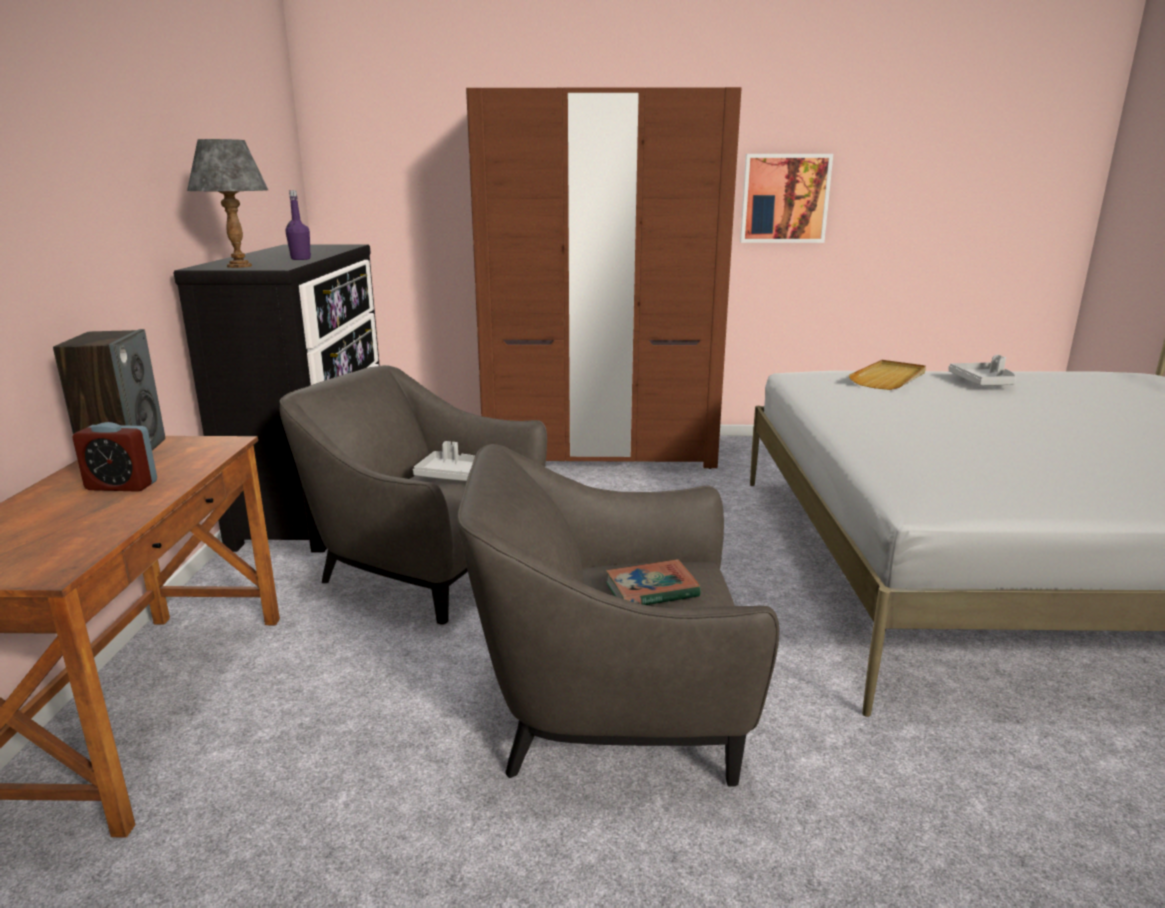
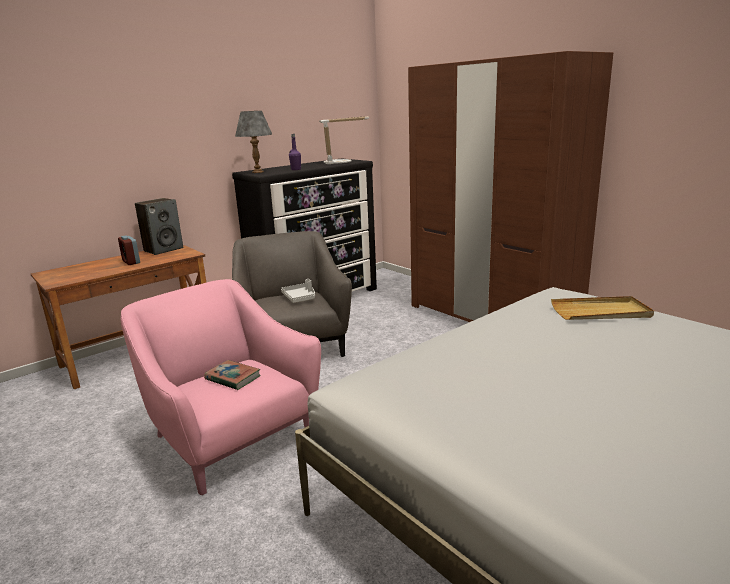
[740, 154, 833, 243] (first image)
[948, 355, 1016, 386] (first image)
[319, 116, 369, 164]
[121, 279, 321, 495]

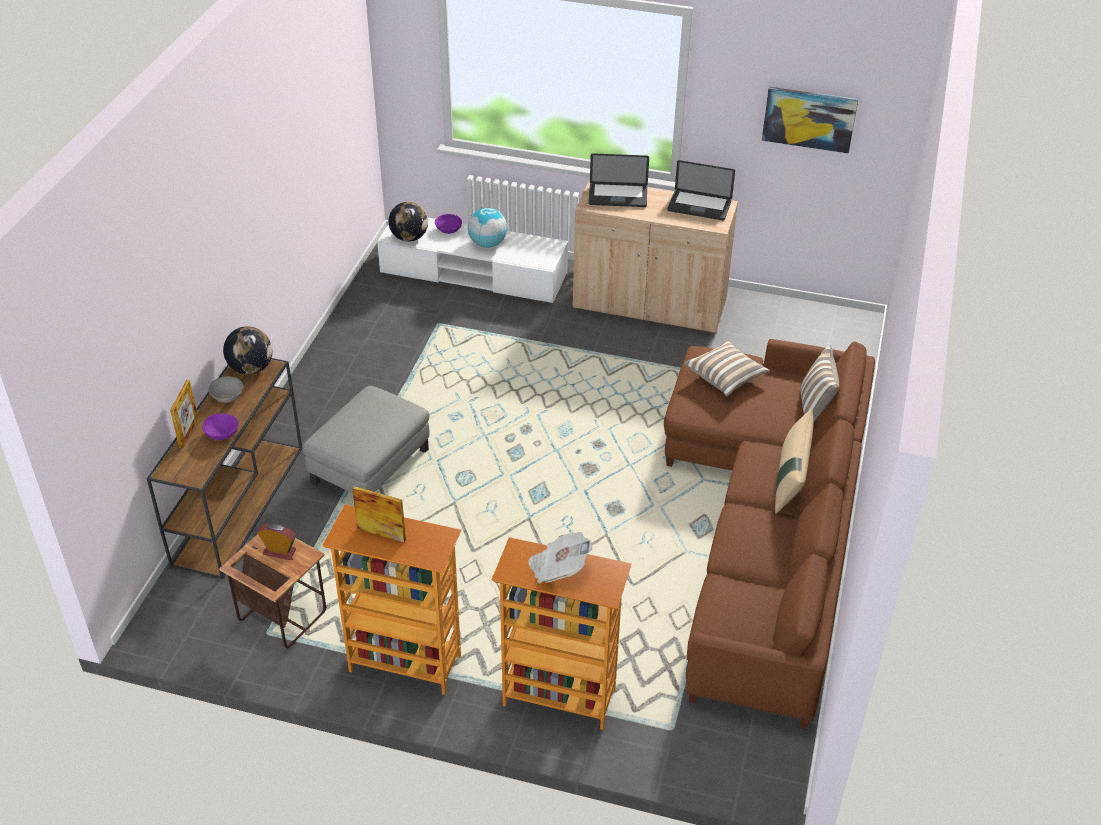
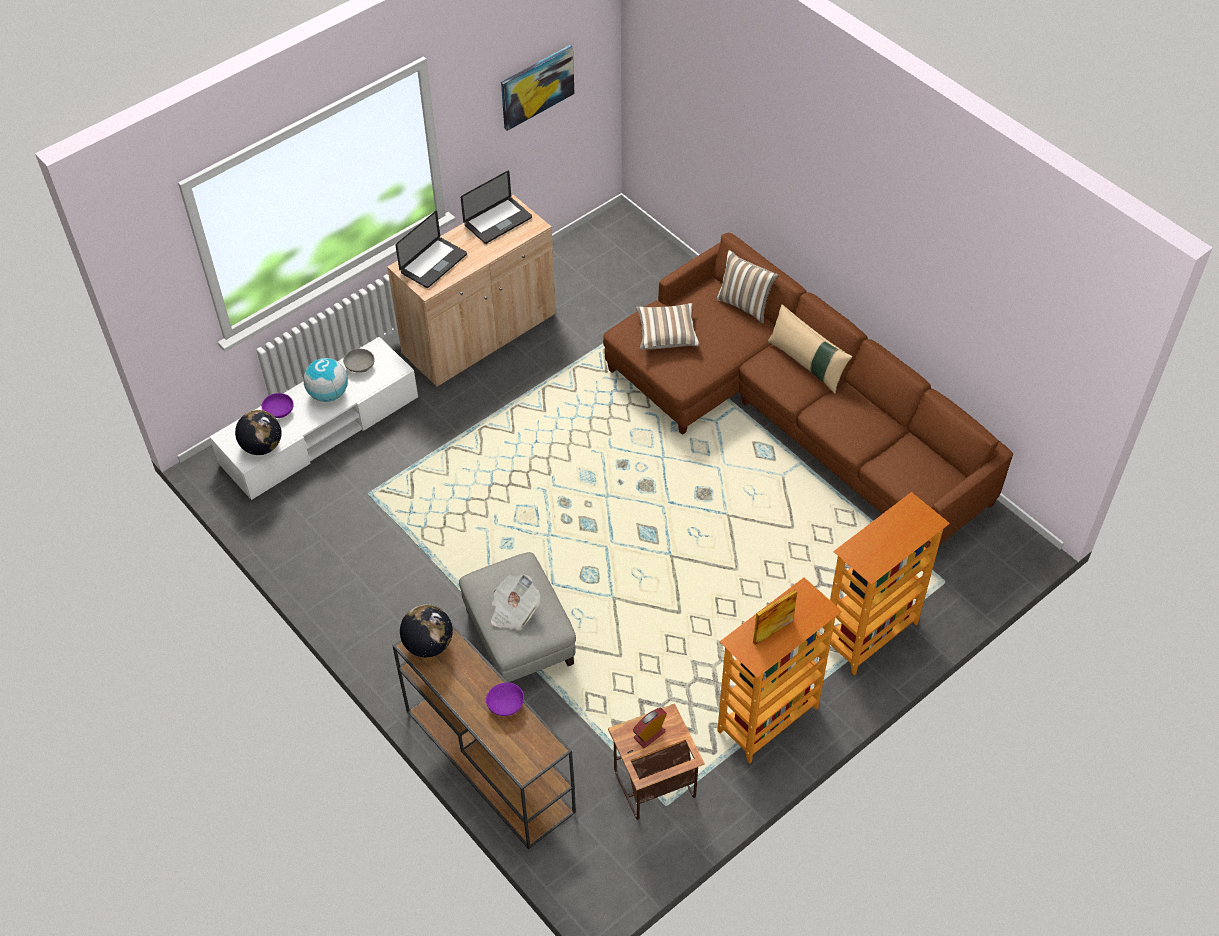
[170, 380, 198, 449] (first image)
[343, 349, 375, 373]
[491, 574, 540, 630]

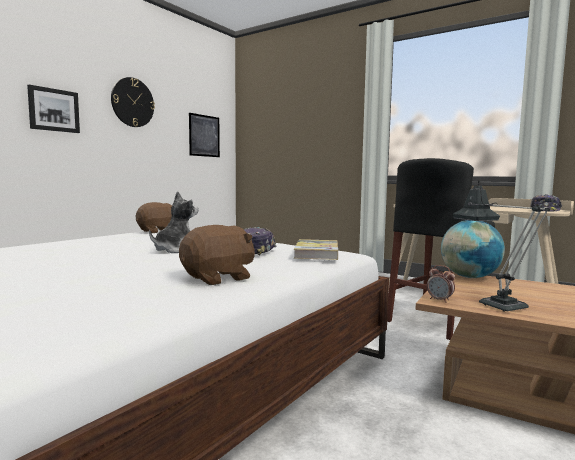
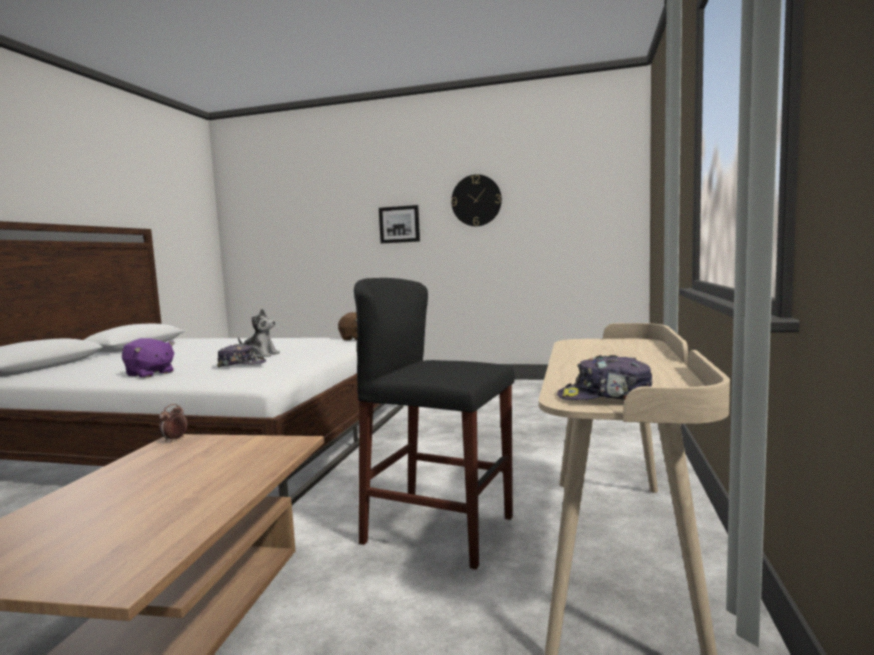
[189, 113, 220, 157] (first image)
[294, 239, 338, 260] (first image)
[441, 220, 505, 278] (first image)
[453, 181, 550, 312] (first image)
[122, 338, 175, 378]

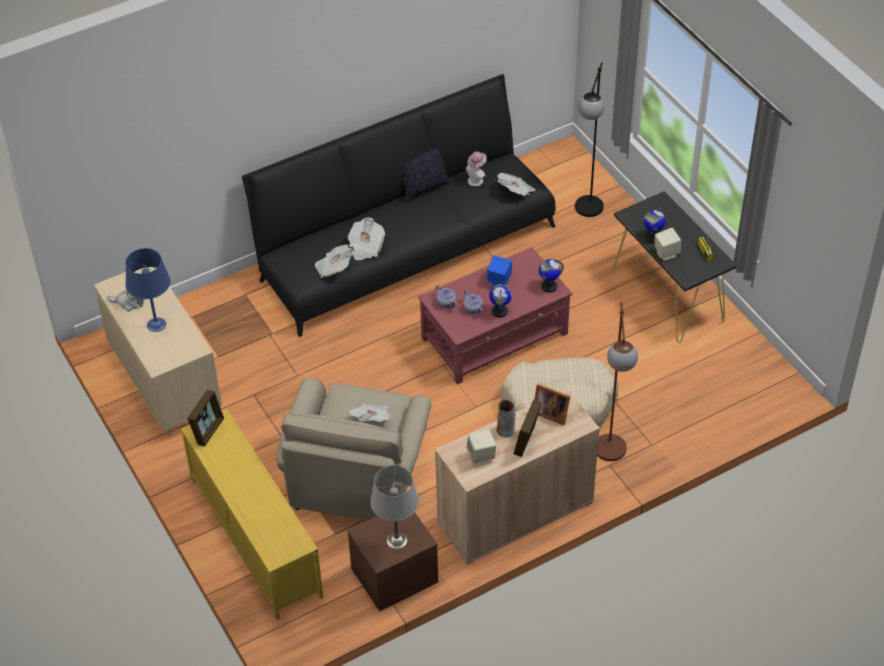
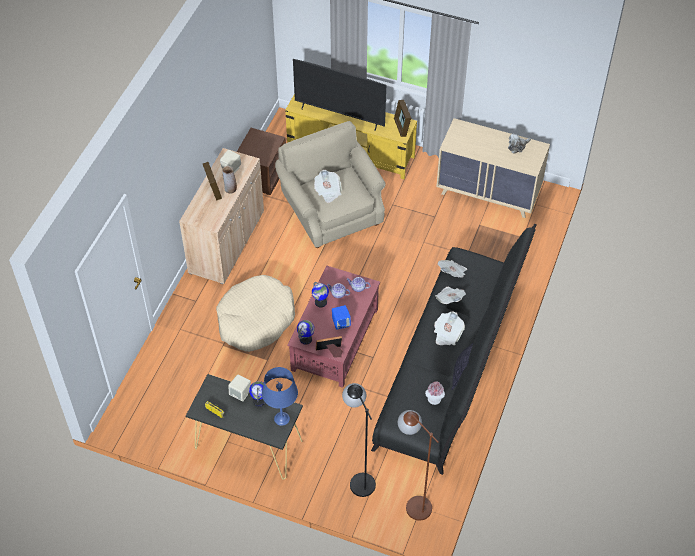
[370, 465, 419, 549] (first image)
[293, 59, 386, 131]
[262, 367, 298, 426]
[434, 312, 465, 345]
[316, 336, 342, 357]
[398, 410, 438, 521]

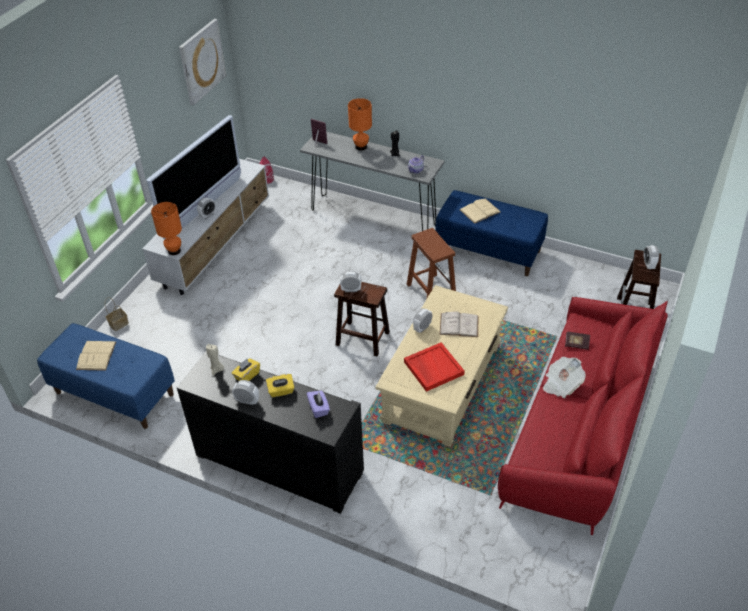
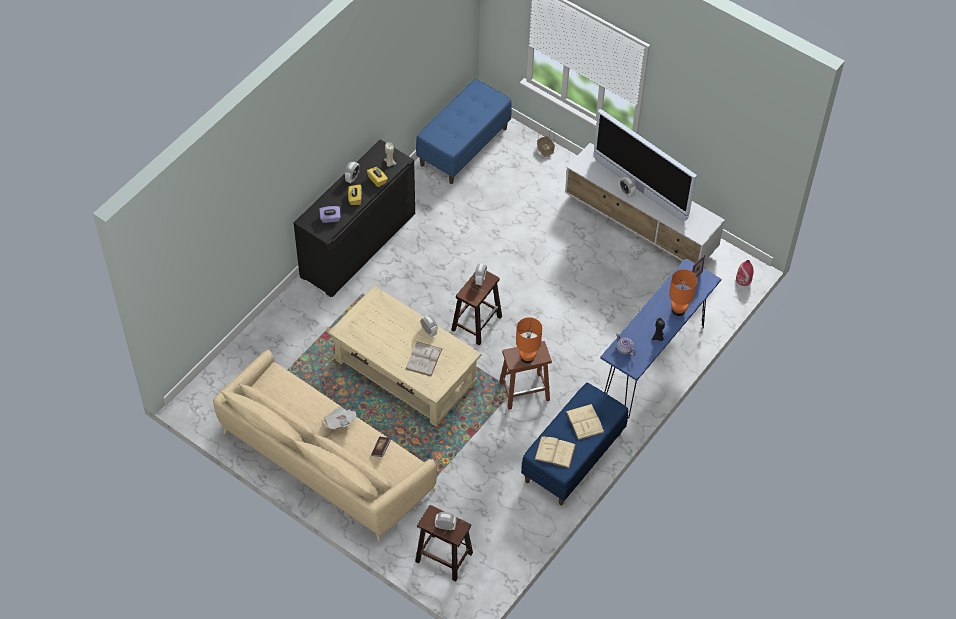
[179, 19, 226, 106] (first image)
[404, 342, 465, 392] (first image)
[534, 436, 576, 468]
[516, 317, 542, 363]
[600, 258, 721, 419]
[213, 349, 437, 542]

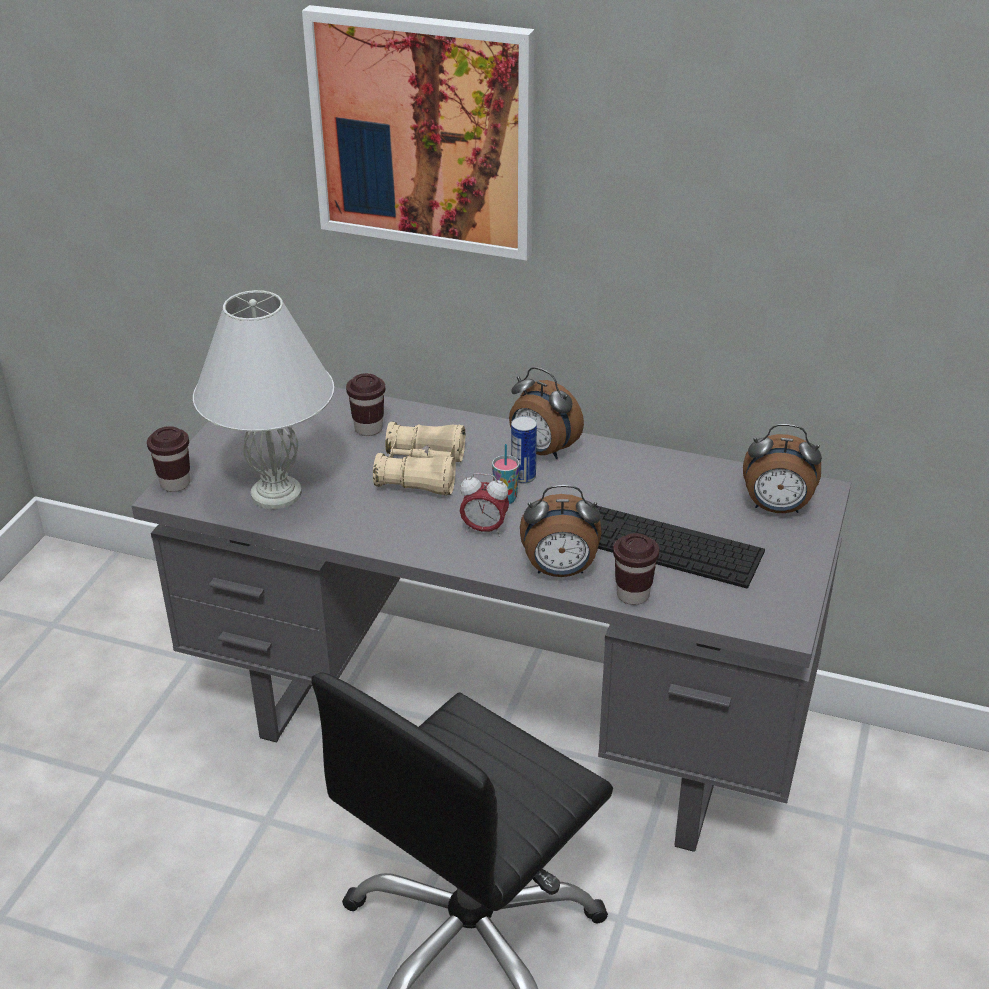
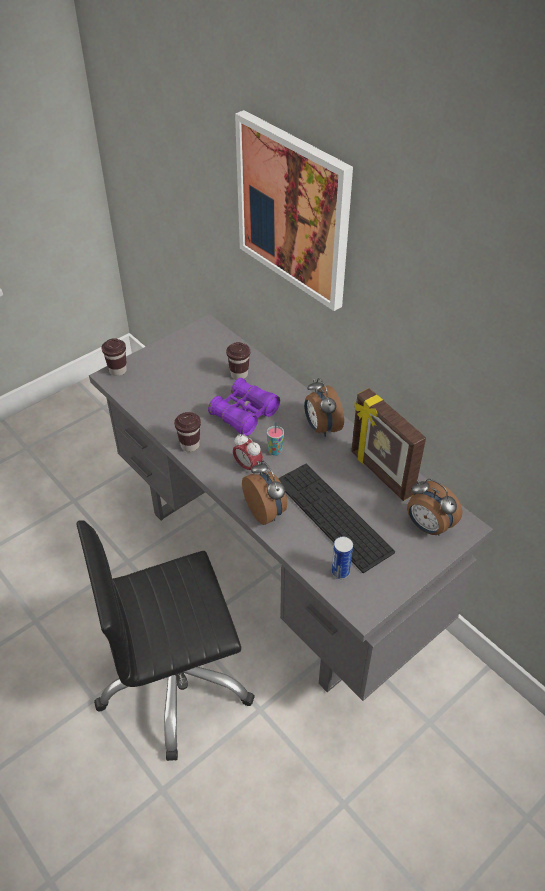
[193, 290, 334, 509] (first image)
[351, 388, 426, 501]
[331, 537, 353, 579]
[174, 412, 201, 452]
[208, 378, 280, 436]
[242, 461, 287, 525]

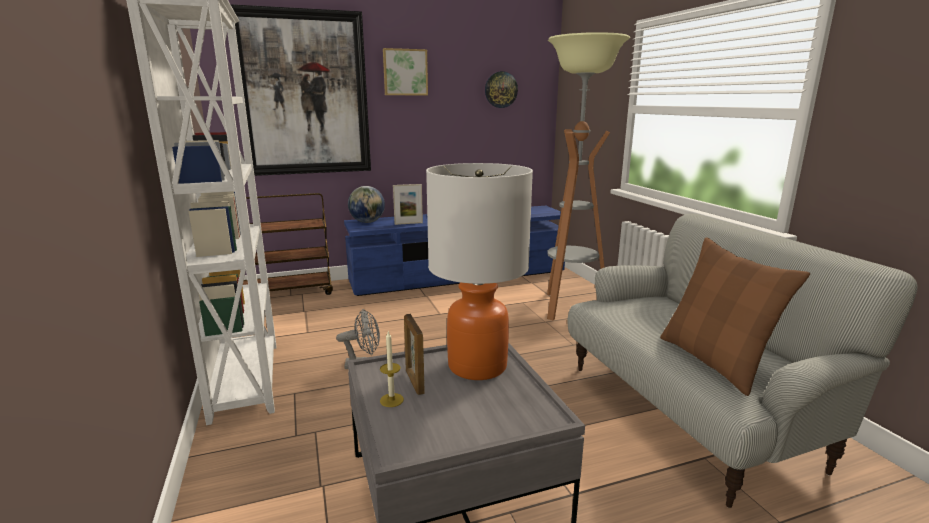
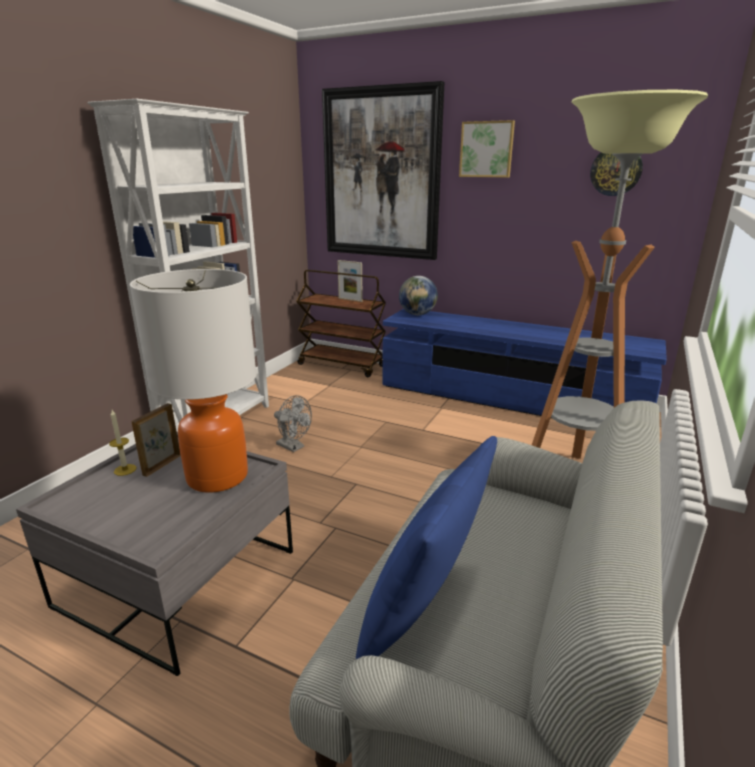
[337, 260, 363, 302]
[356, 436, 497, 659]

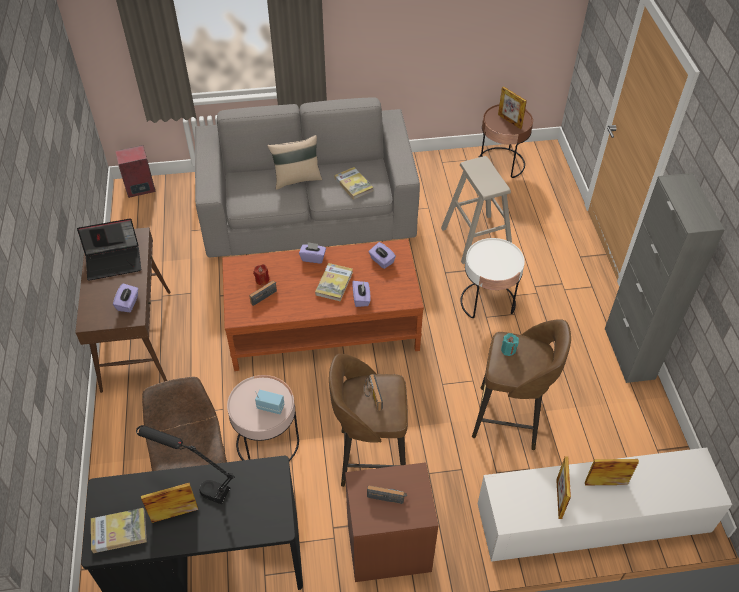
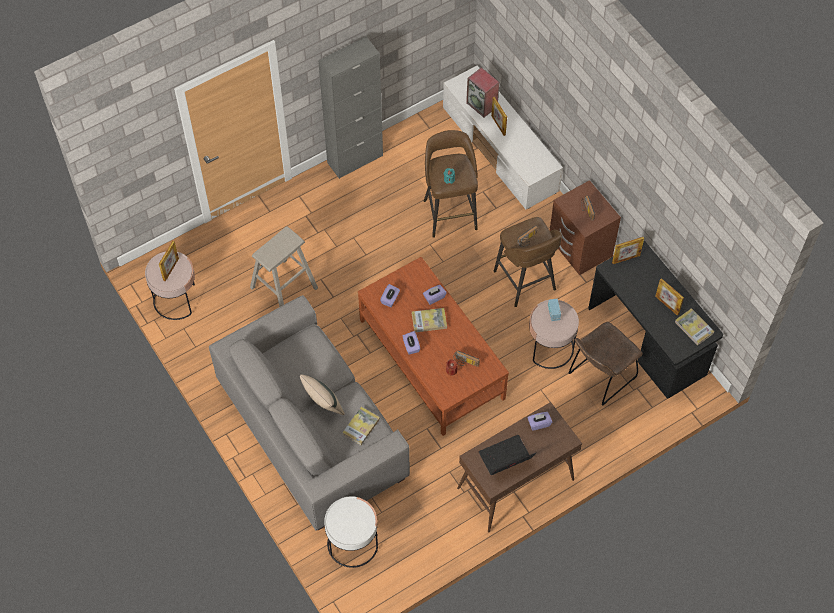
[136, 425, 235, 504] (first image)
[466, 68, 499, 117]
[342, 407, 380, 445]
[324, 496, 378, 568]
[612, 237, 644, 264]
[145, 251, 195, 320]
[479, 435, 536, 475]

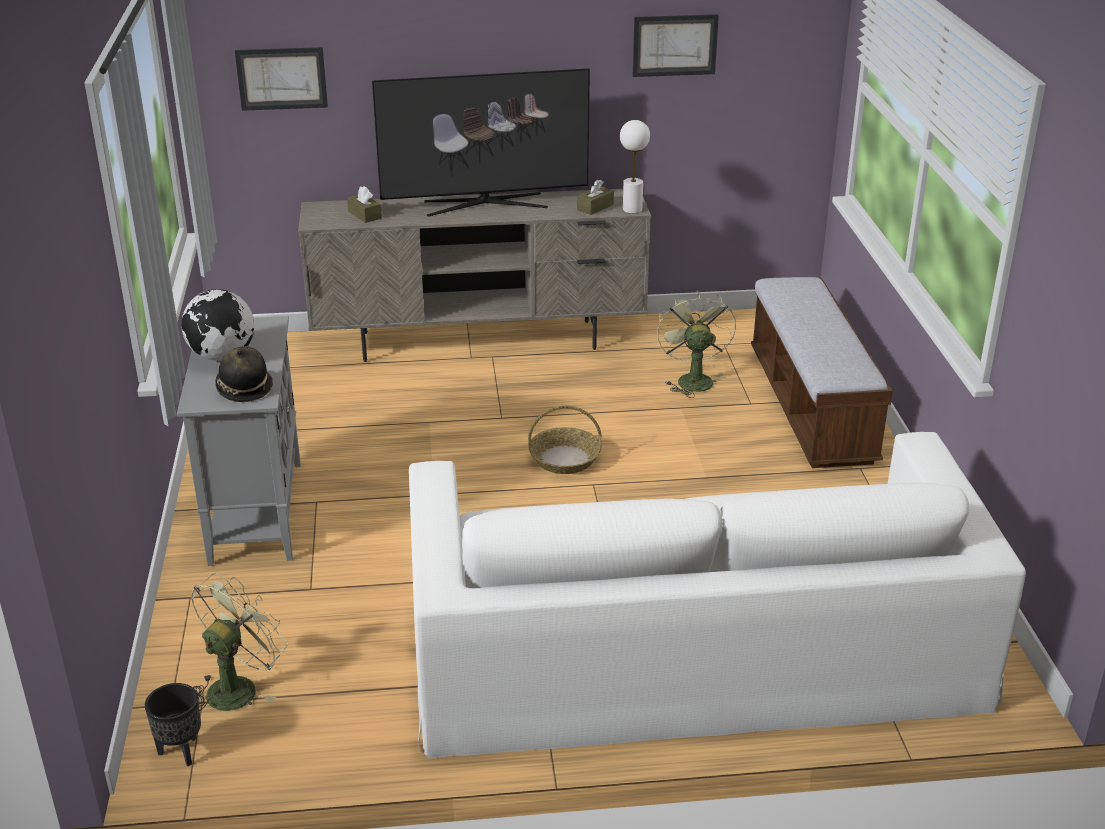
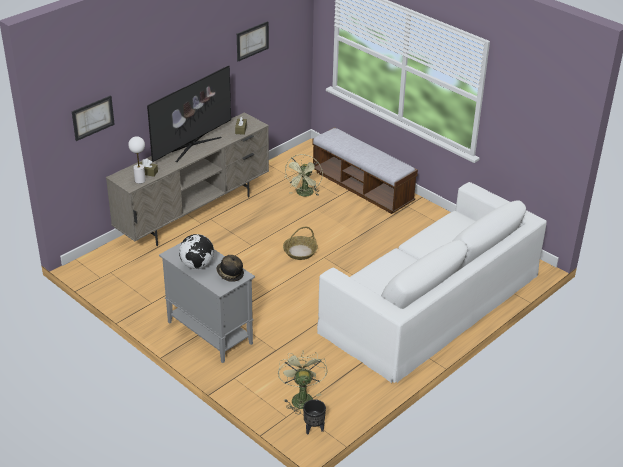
[128, 136, 146, 184]
[285, 154, 323, 197]

